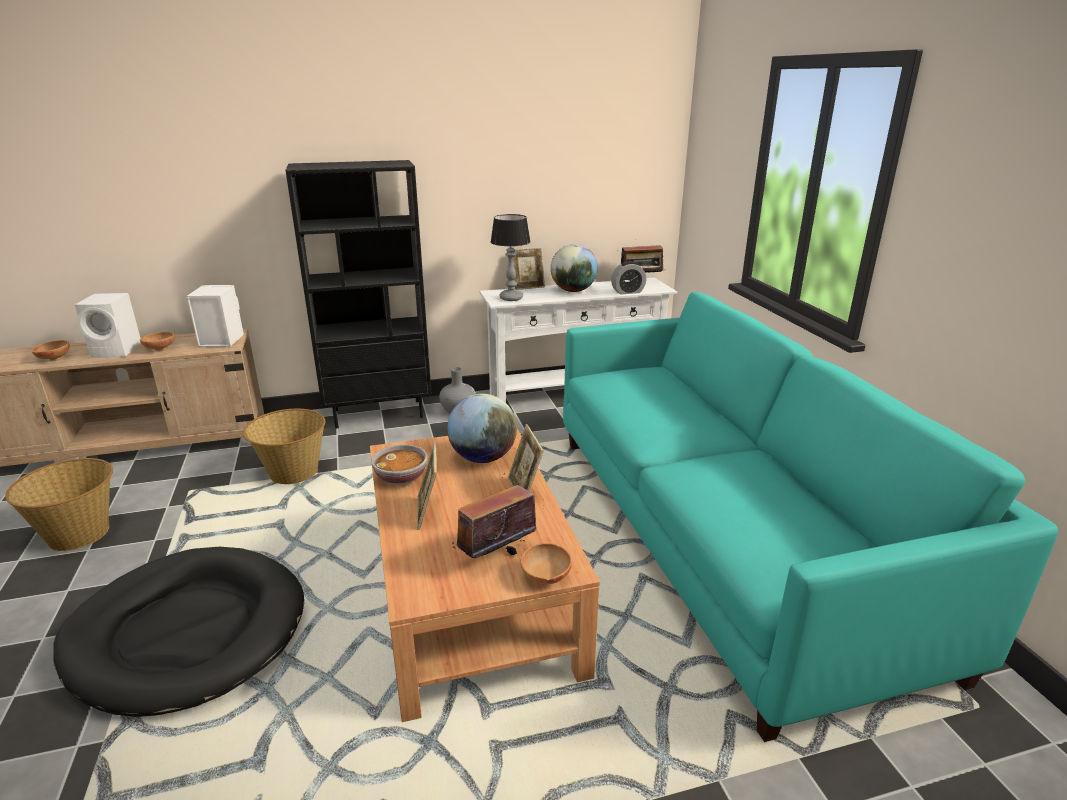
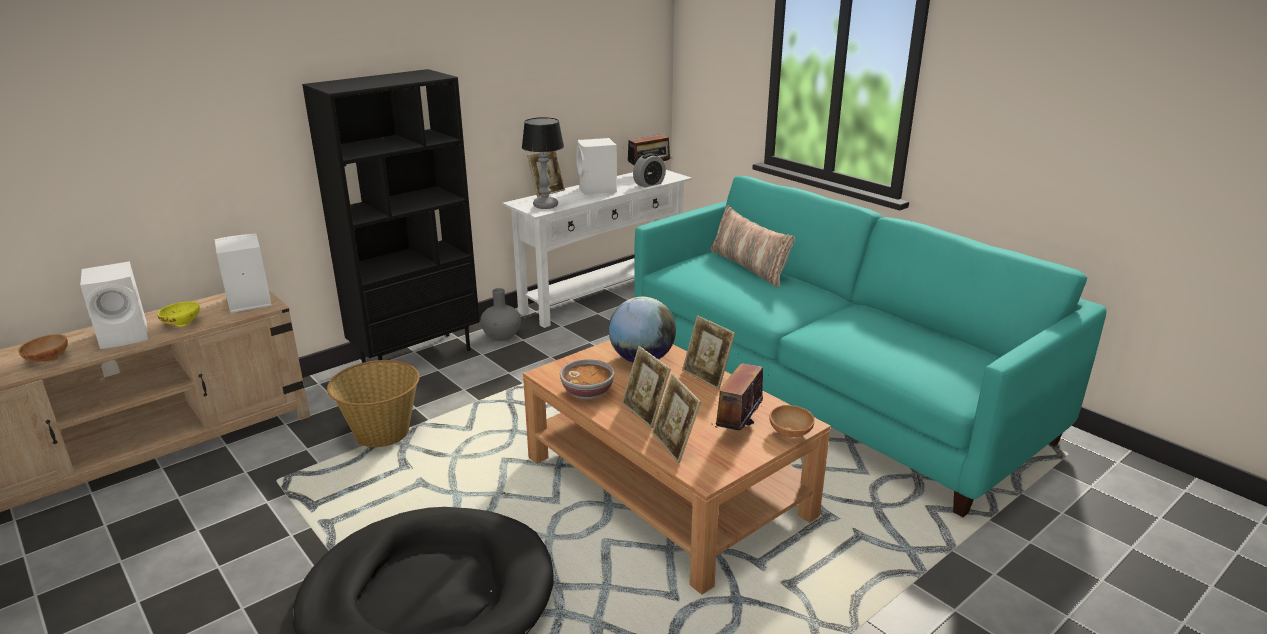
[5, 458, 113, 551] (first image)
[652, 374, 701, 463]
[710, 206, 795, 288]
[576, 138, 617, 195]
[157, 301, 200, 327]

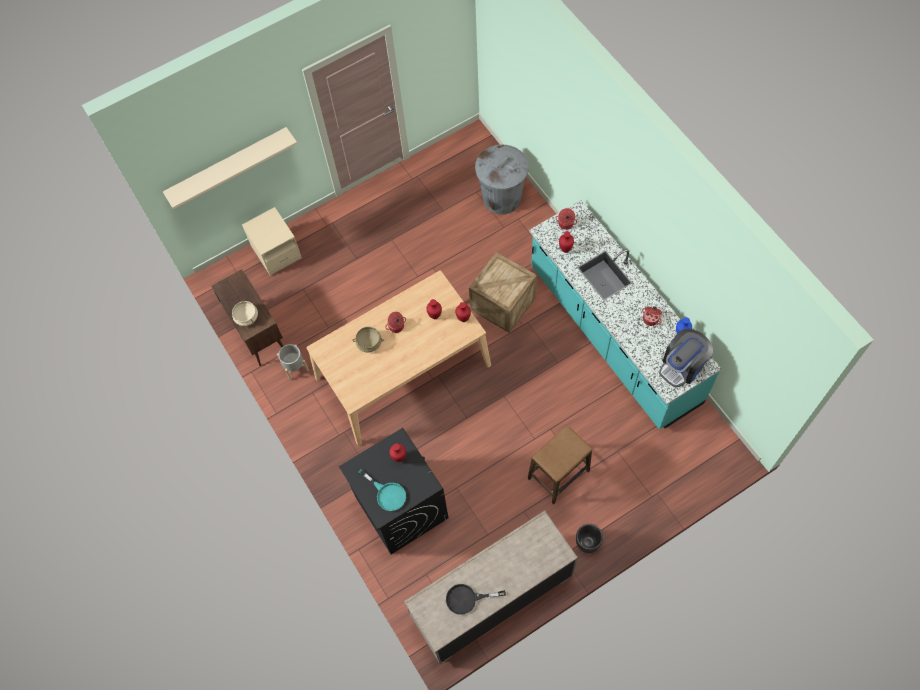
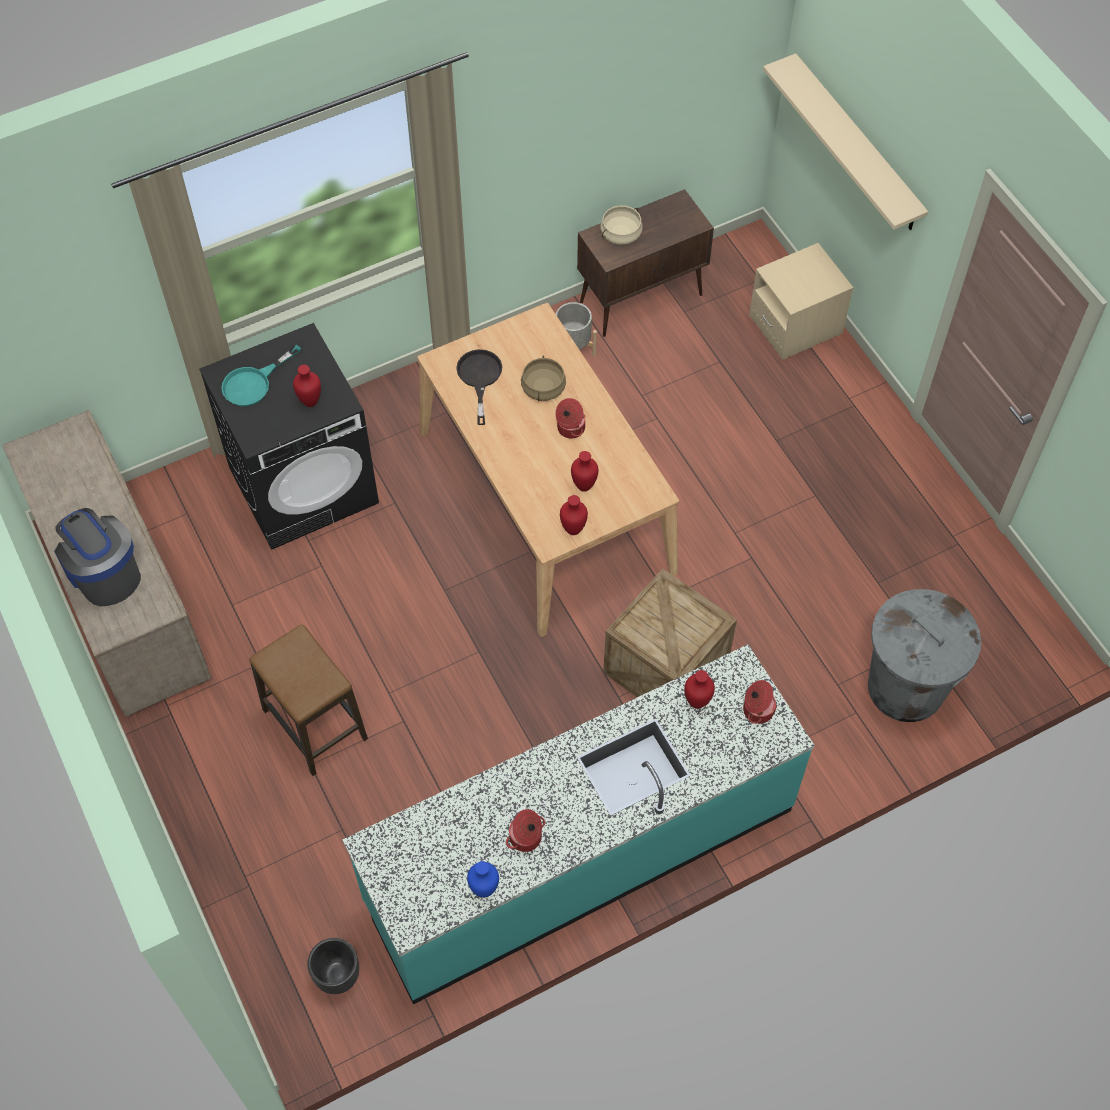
[456, 349, 502, 425]
[307, 938, 359, 994]
[54, 508, 141, 606]

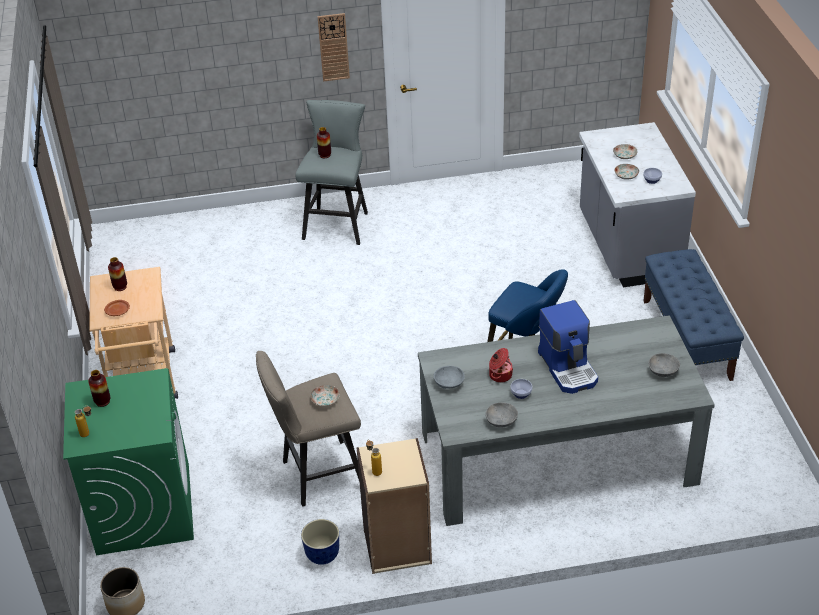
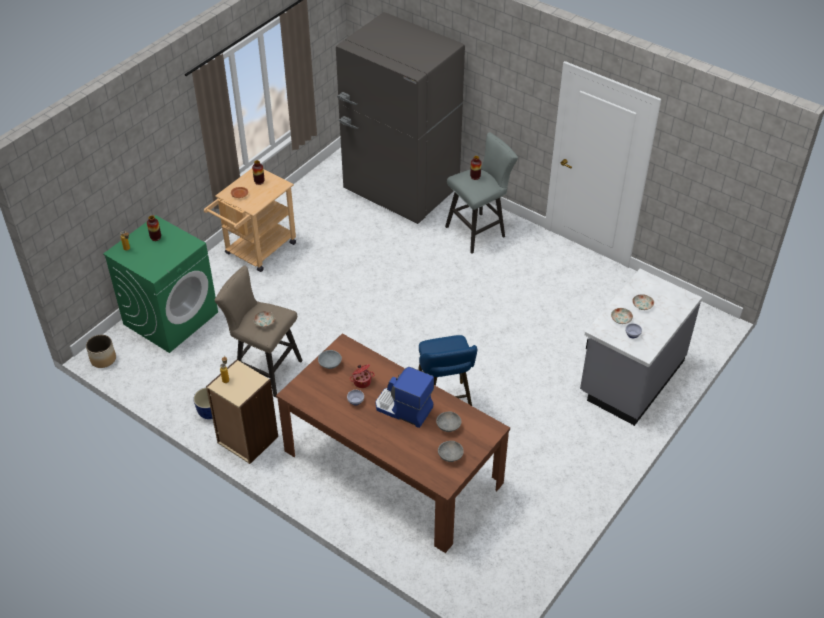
[317, 13, 350, 82] (first image)
[643, 249, 744, 381] (first image)
[336, 12, 465, 224]
[436, 411, 461, 432]
[276, 333, 510, 553]
[376, 367, 434, 428]

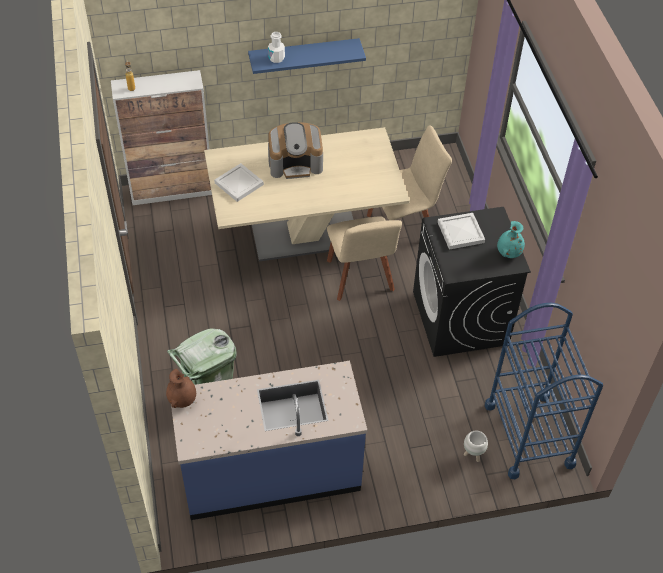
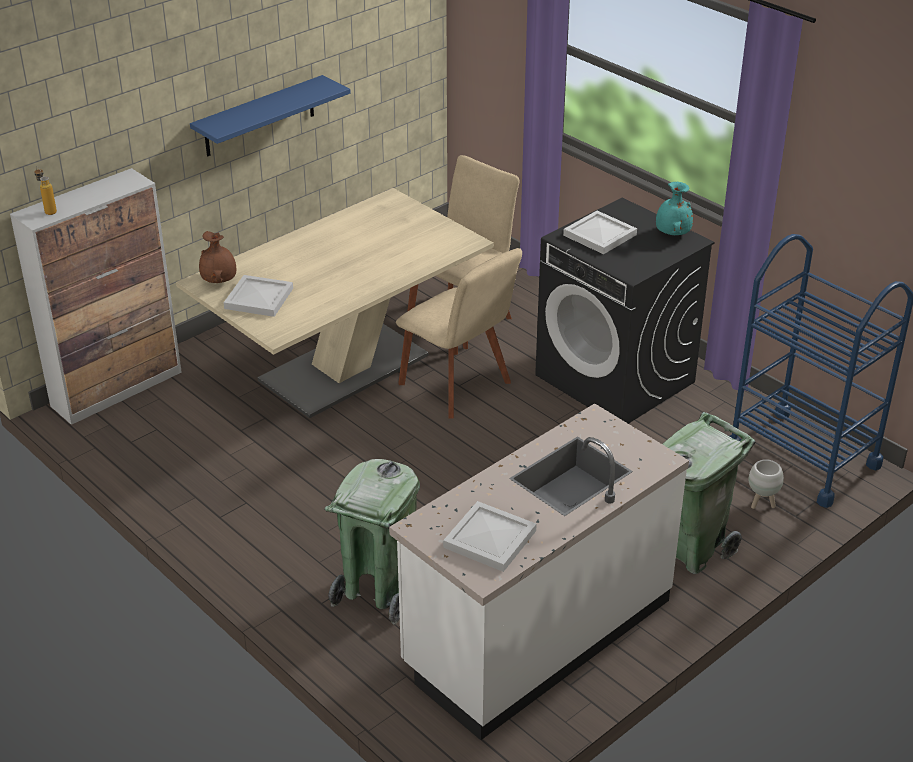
[268, 32, 285, 63] (first image)
[268, 122, 323, 179] (first image)
[443, 501, 537, 572]
[663, 412, 755, 574]
[199, 231, 236, 283]
[389, 403, 689, 740]

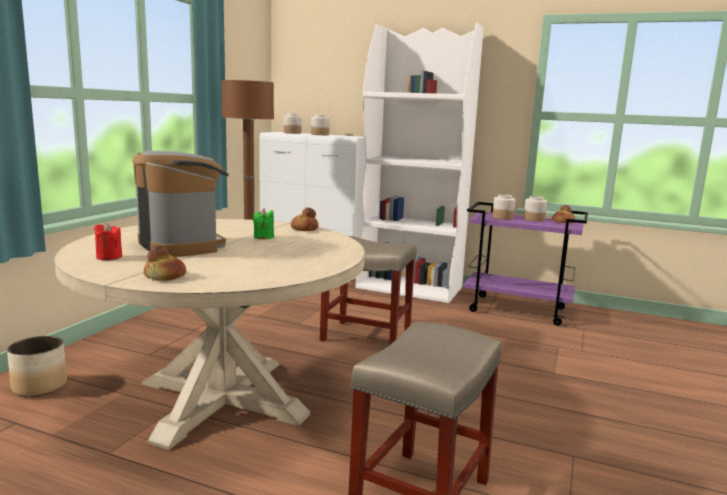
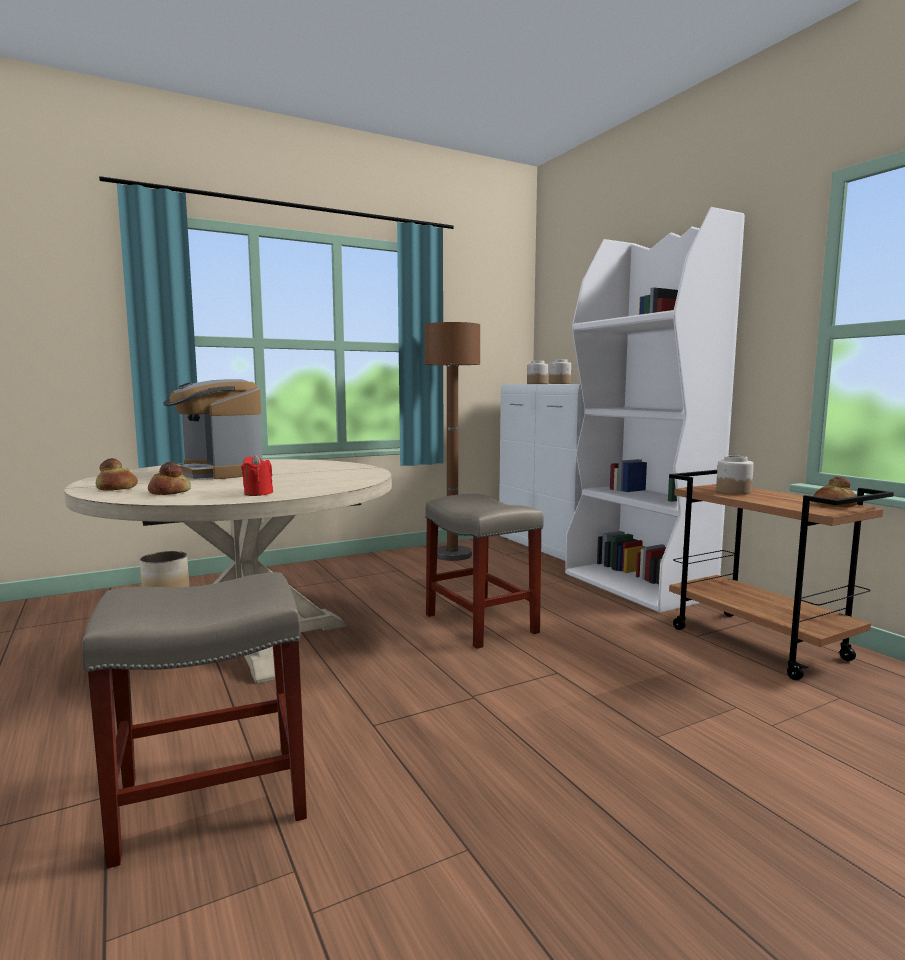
[253, 208, 274, 239] (first image)
[523, 196, 547, 222] (first image)
[241, 455, 273, 496]
[148, 462, 191, 495]
[669, 470, 894, 680]
[163, 379, 262, 479]

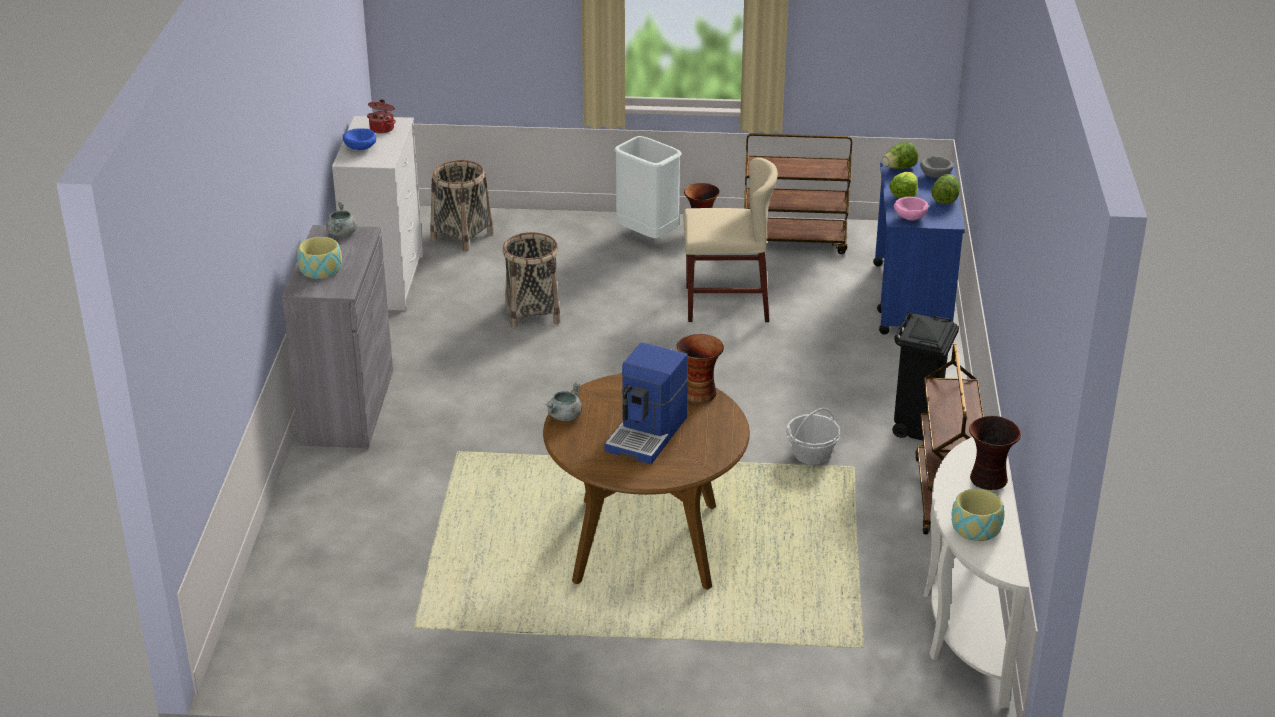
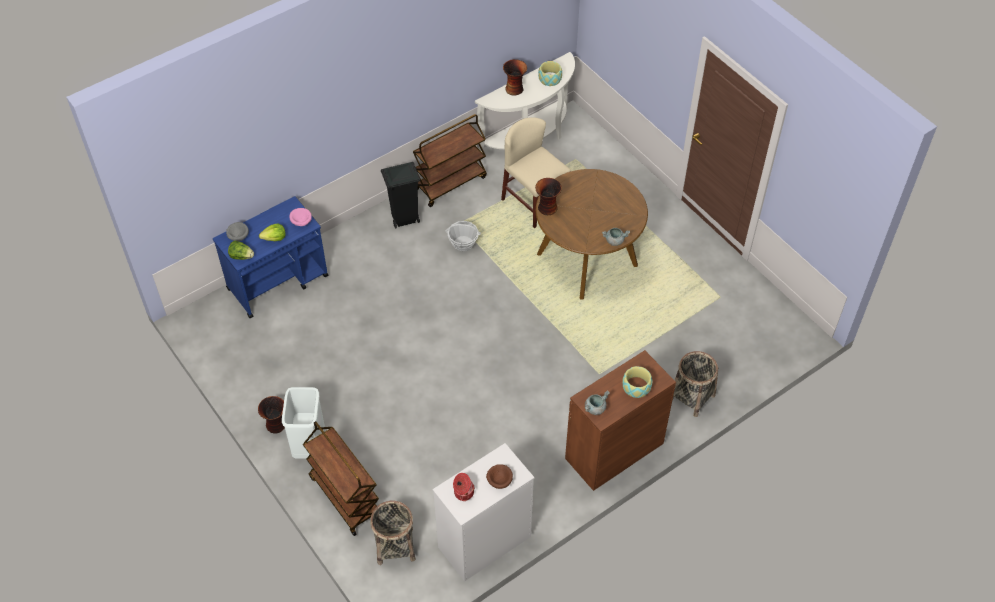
[605, 343, 688, 464] (first image)
[931, 174, 959, 205] (first image)
[673, 351, 719, 417]
[501, 117, 571, 228]
[303, 421, 379, 536]
[565, 350, 676, 491]
[486, 464, 513, 489]

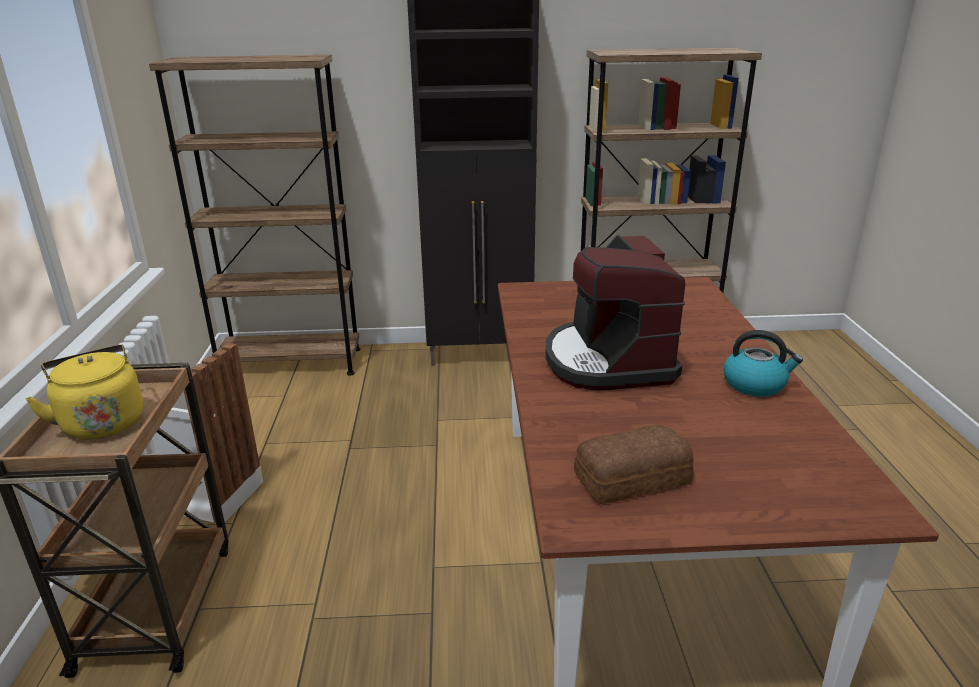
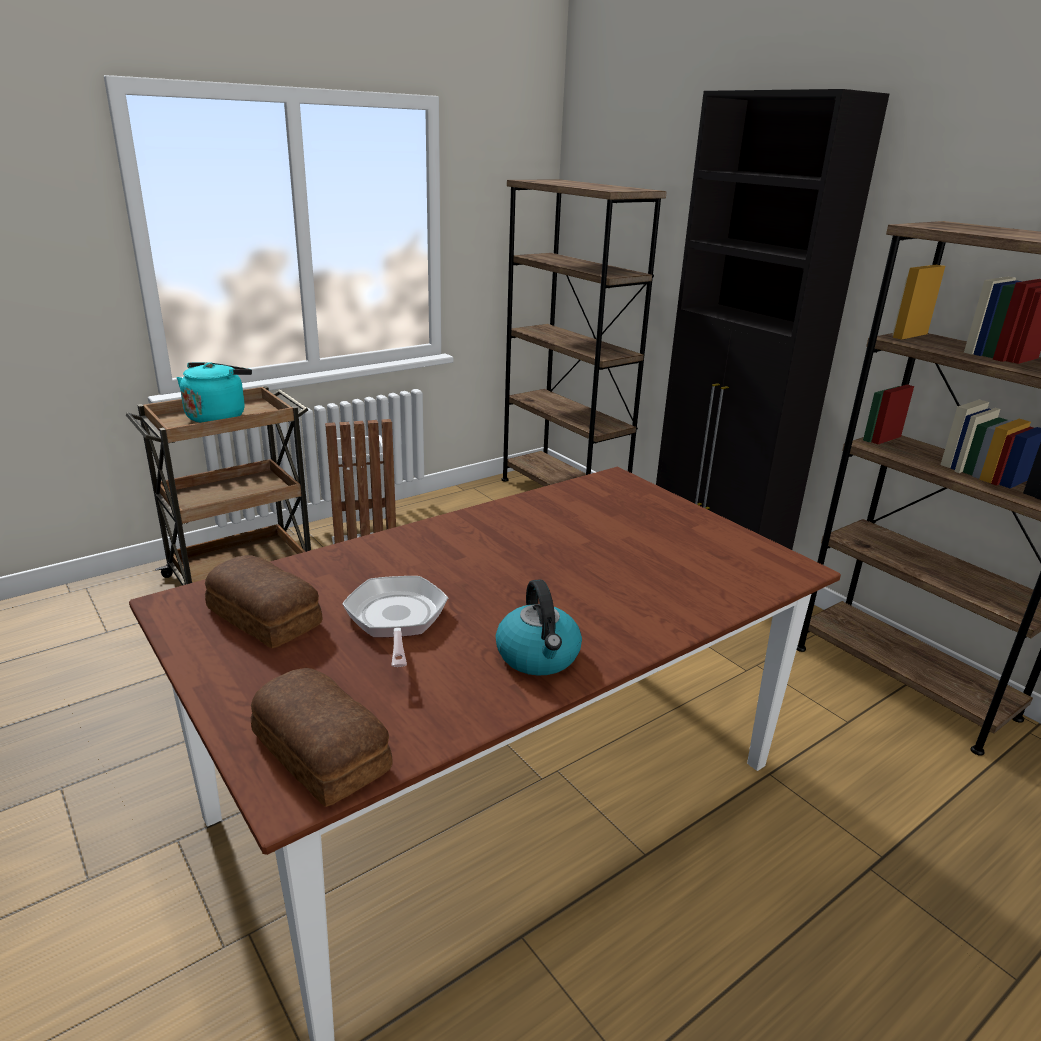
[545, 235, 686, 391] (first image)
[251, 668, 393, 807]
[342, 576, 448, 667]
[177, 362, 252, 423]

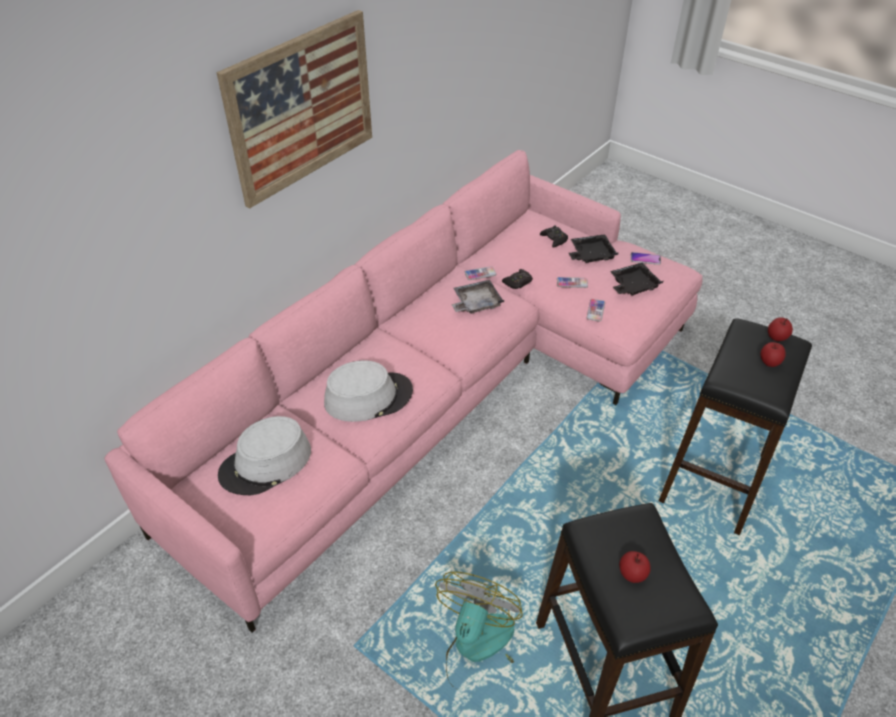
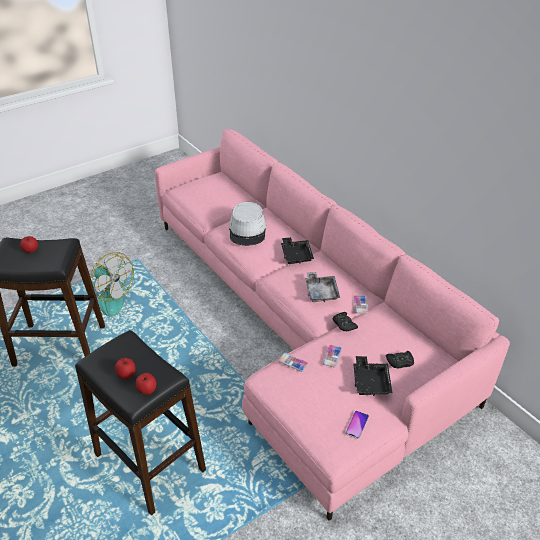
[216, 10, 372, 208] (first image)
[218, 416, 311, 495] (first image)
[281, 237, 314, 264]

